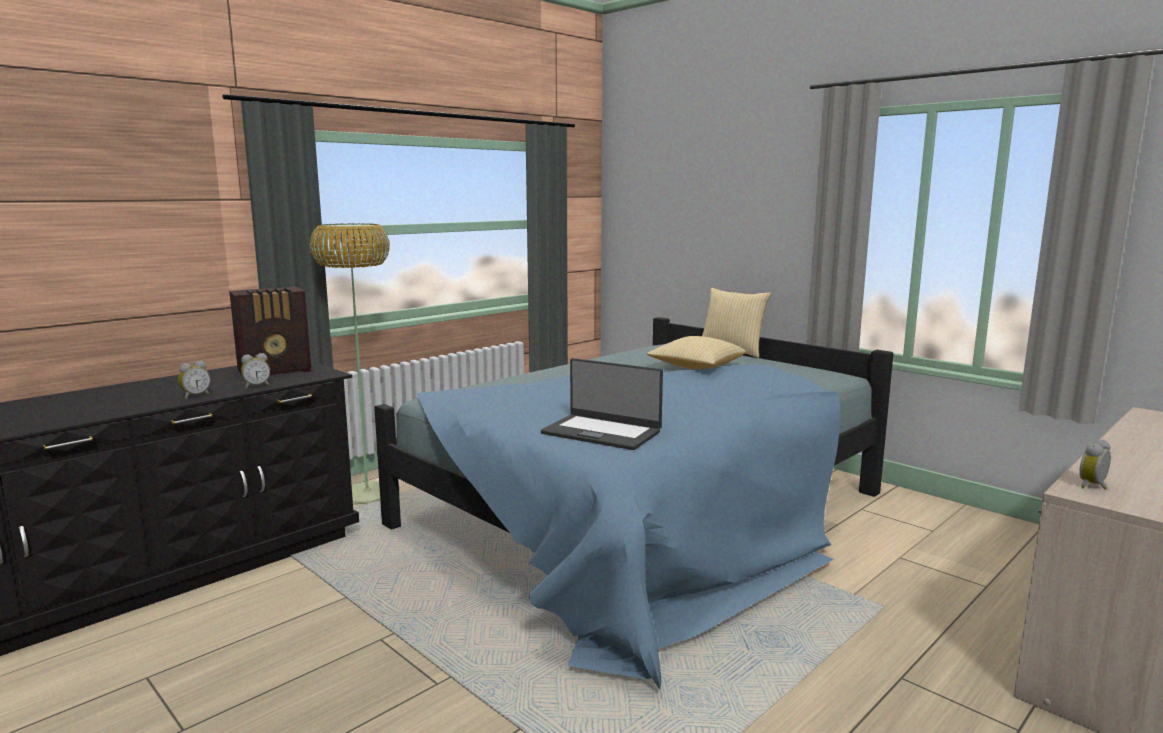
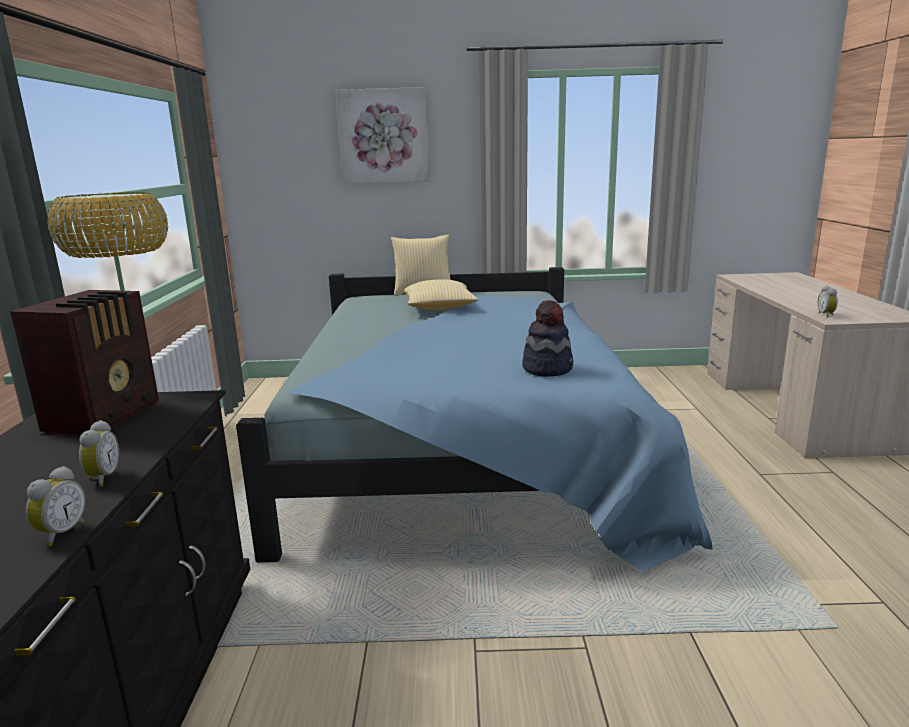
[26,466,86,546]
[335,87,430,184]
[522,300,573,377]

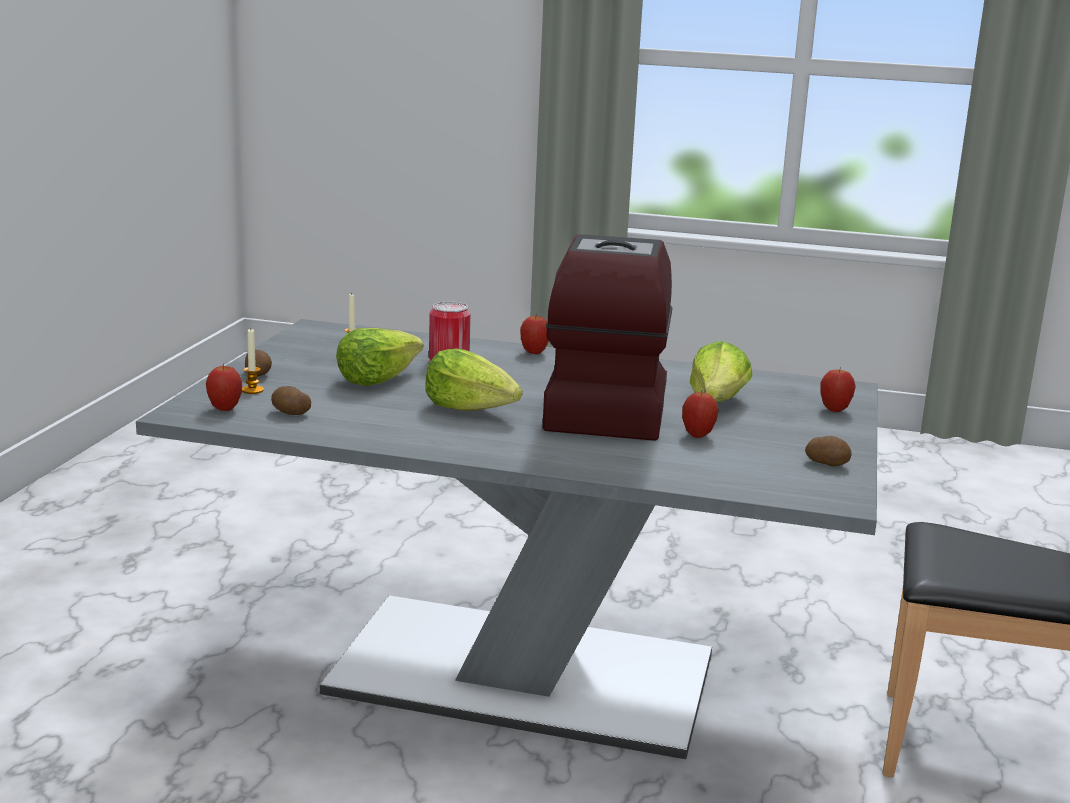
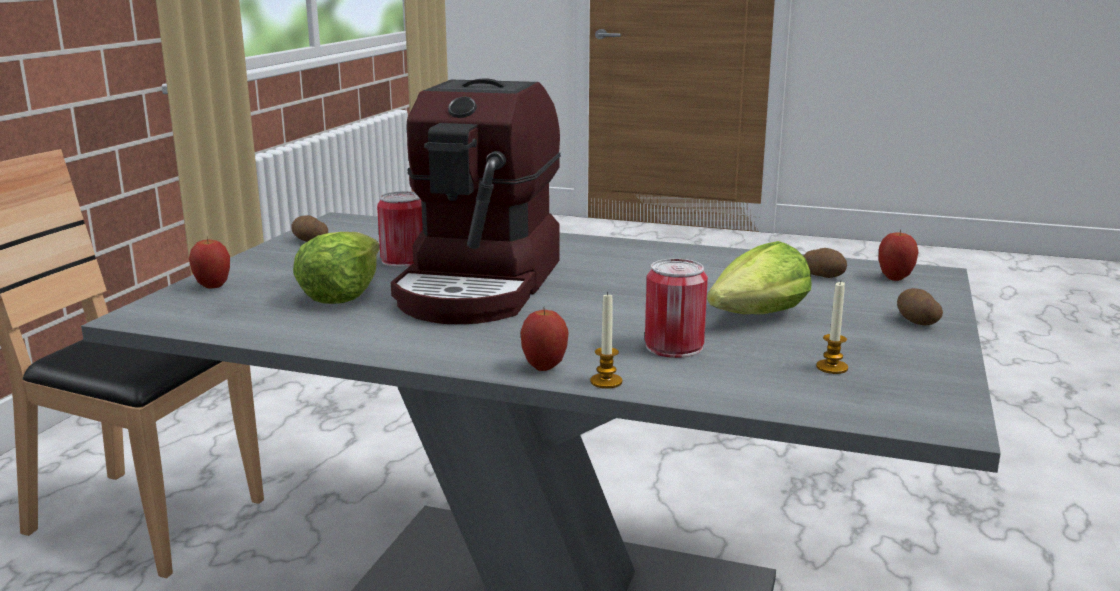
[377,191,423,267]
[590,292,622,389]
[425,348,522,411] (first image)

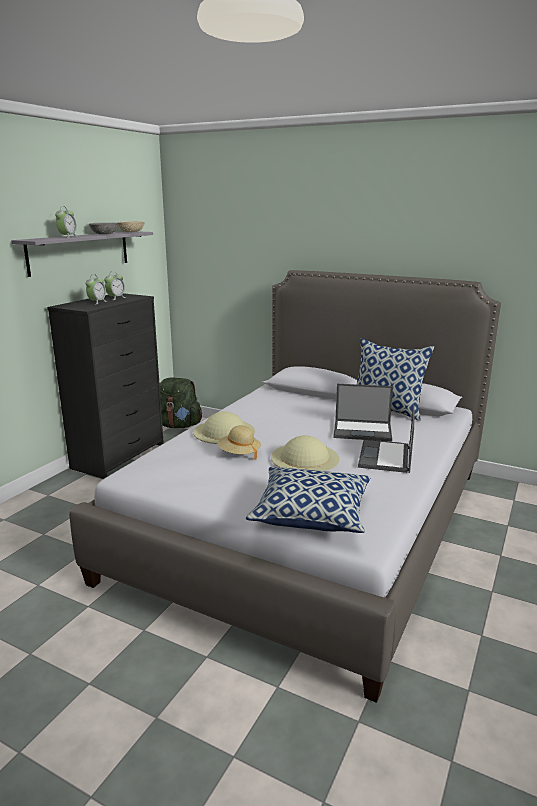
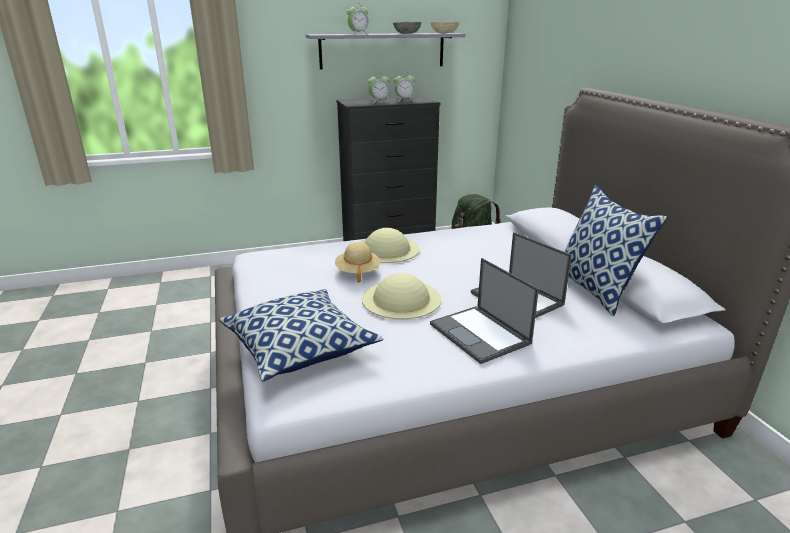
[430,258,539,364]

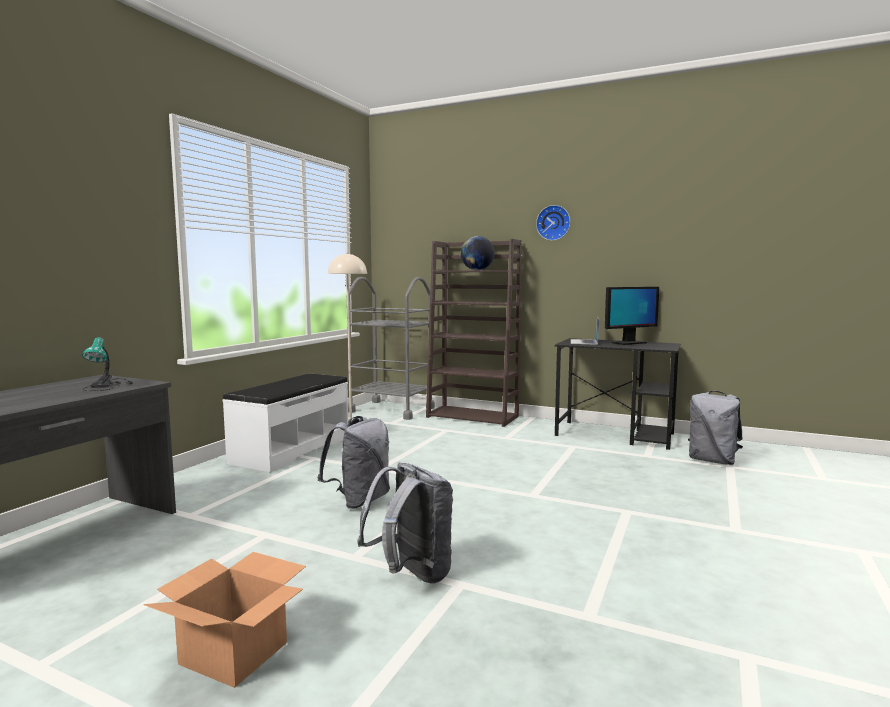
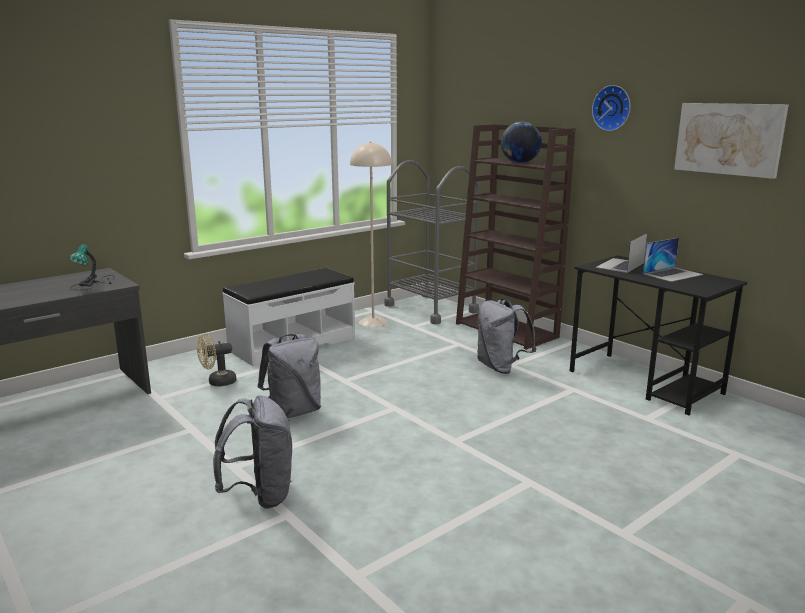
[197,334,237,386]
[477,299,536,374]
[643,238,704,282]
[674,103,789,179]
[143,552,306,688] (first image)

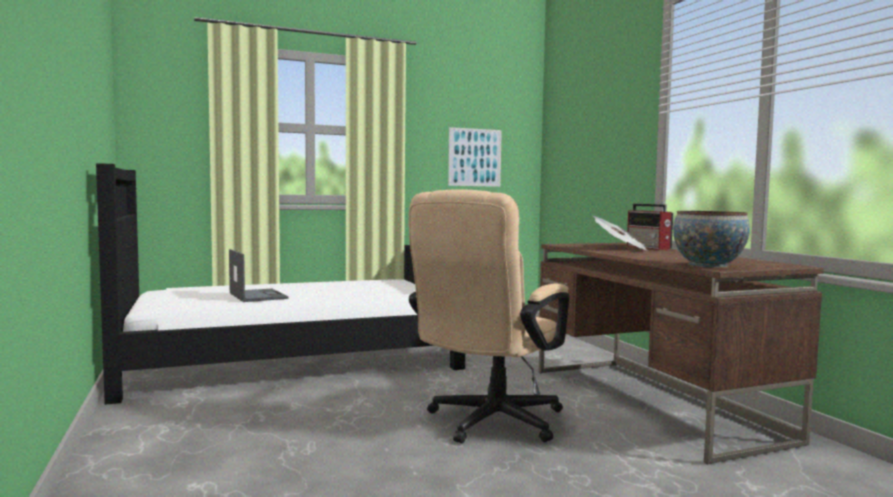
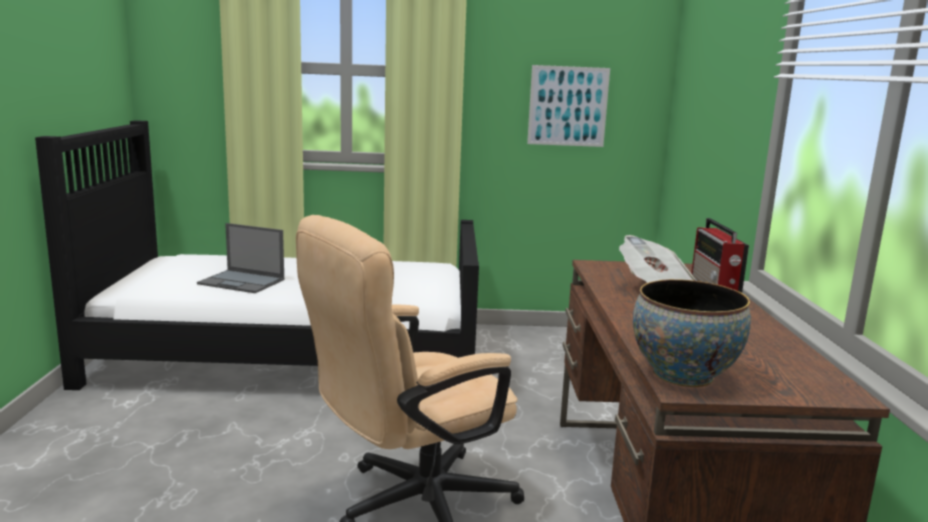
[197,223,285,293]

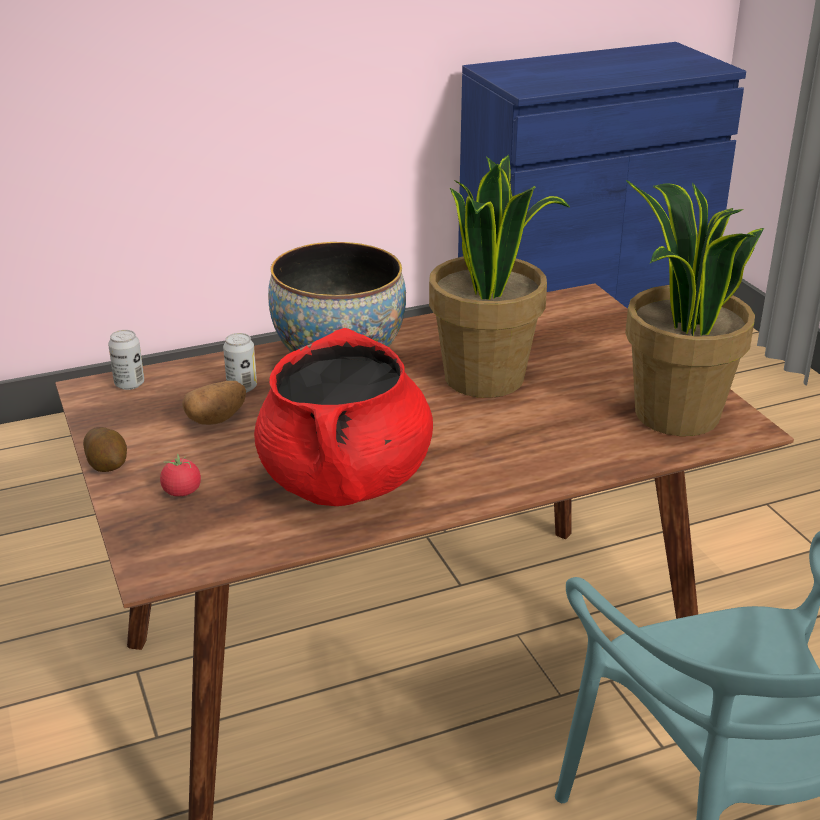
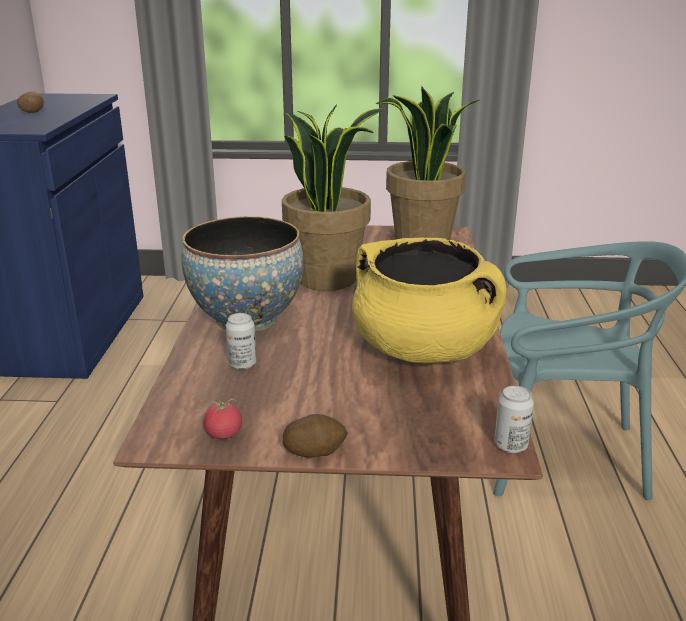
[17,91,44,113]
[204,399,242,439]
[352,238,506,363]
[494,386,534,453]

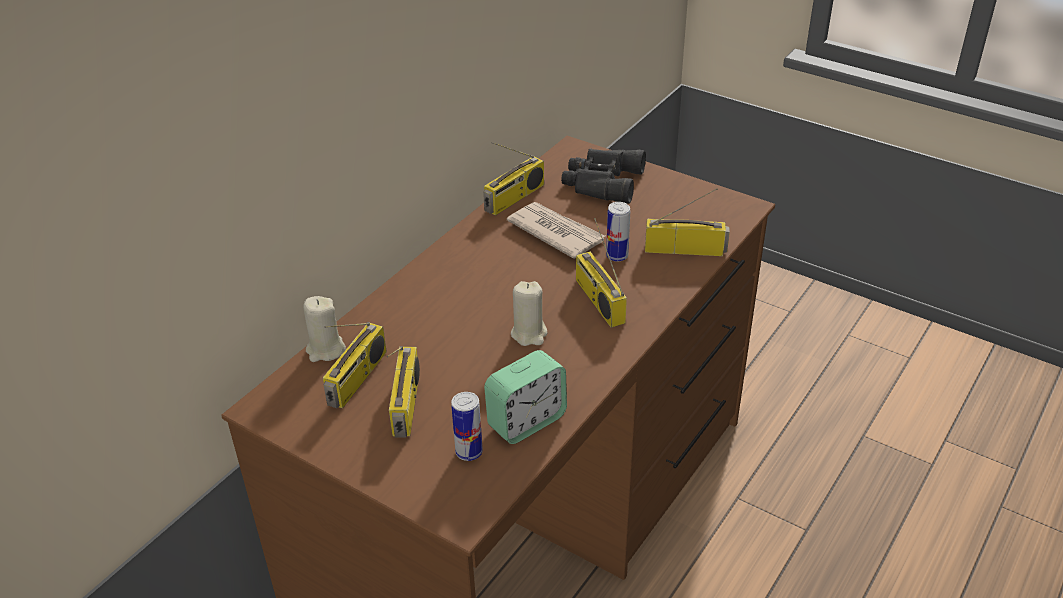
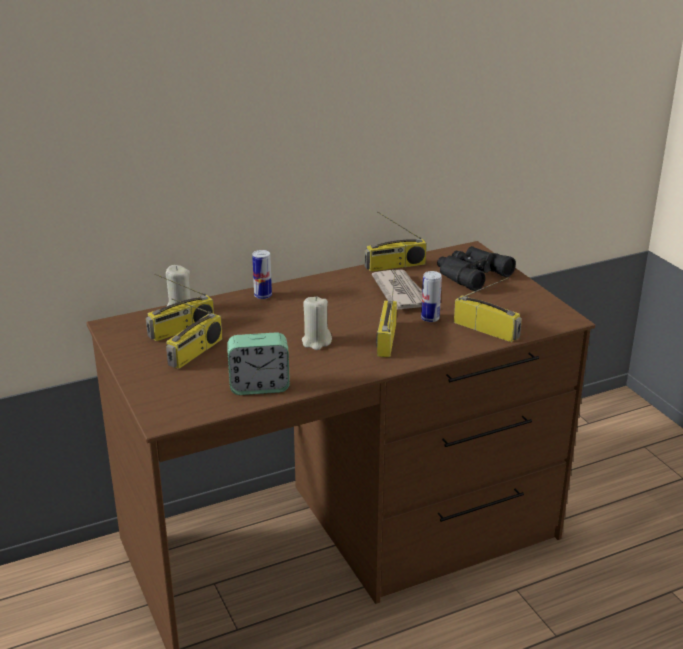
[252,250,272,299]

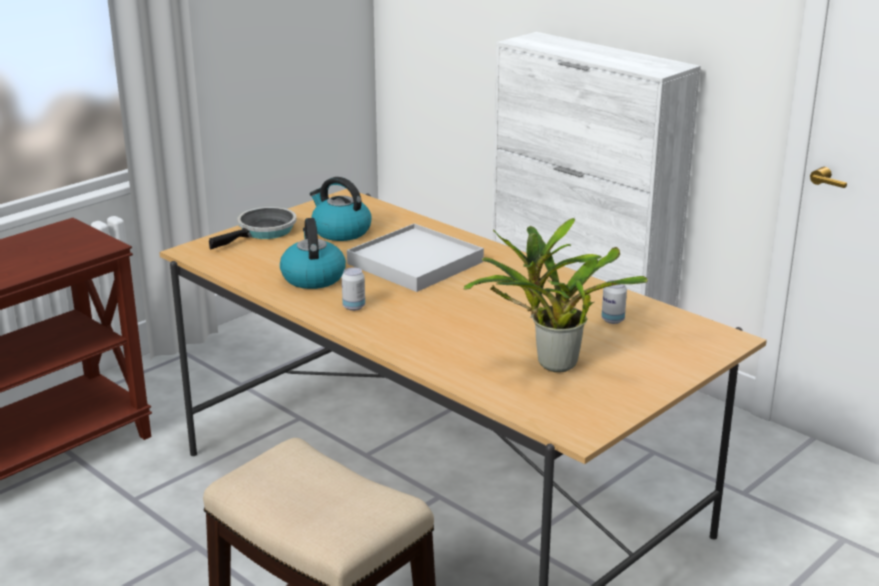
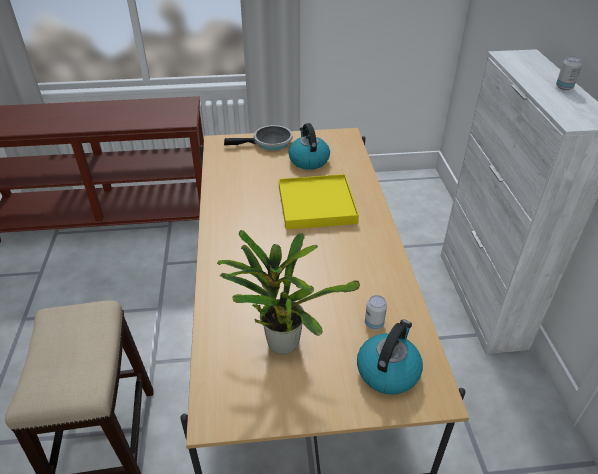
[279,174,359,230]
[357,320,423,395]
[556,56,582,90]

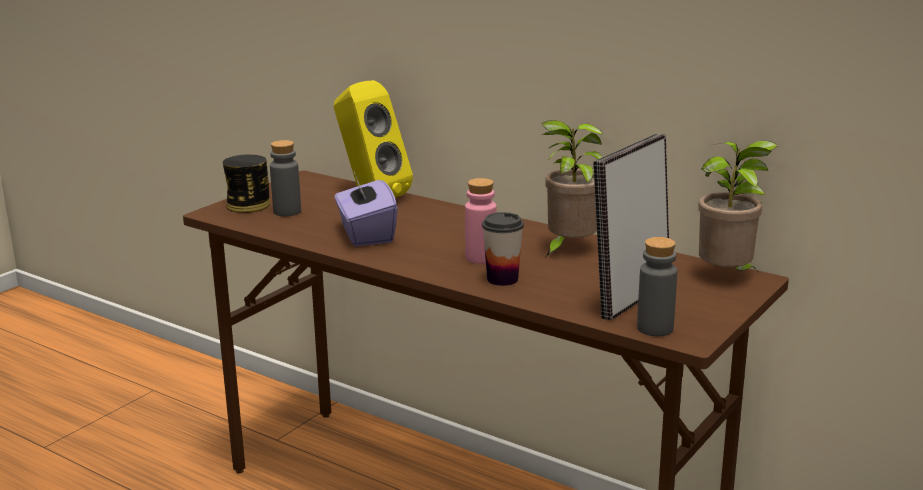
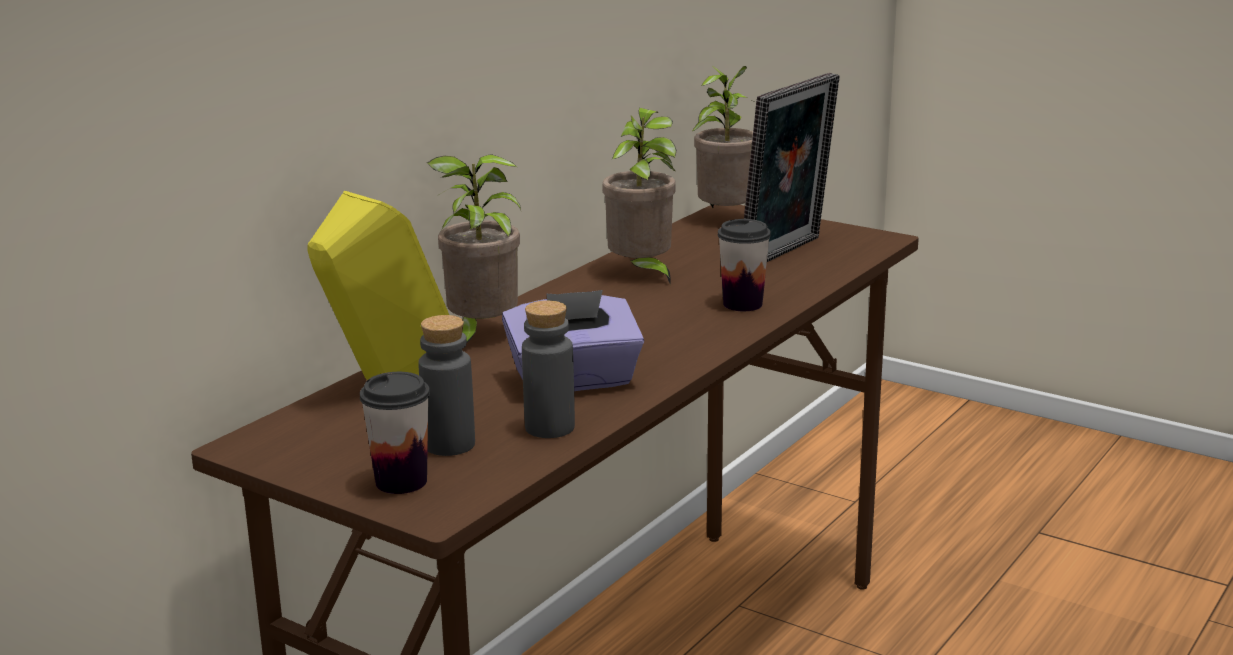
[360,372,430,494]
[427,154,521,343]
[522,300,575,438]
[744,73,840,262]
[465,178,497,264] (first image)

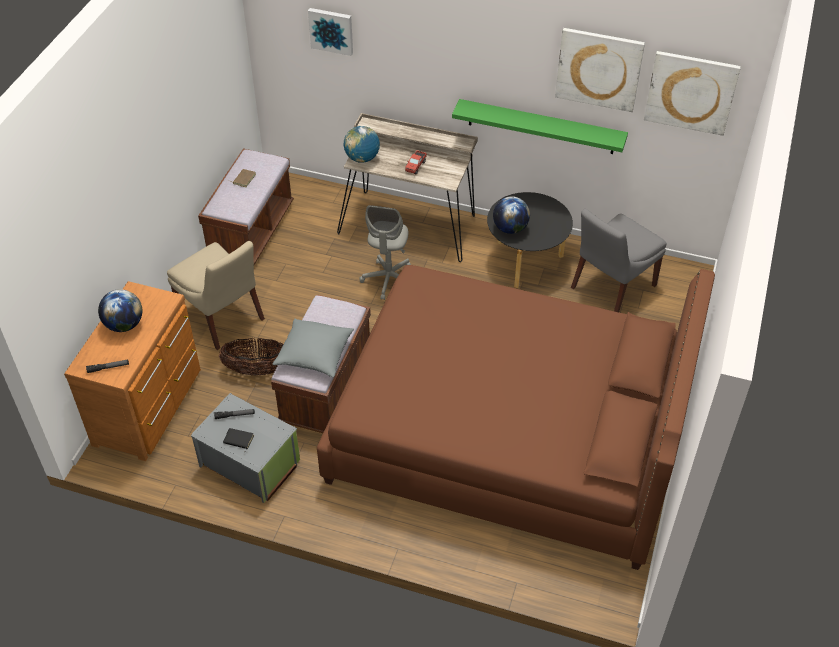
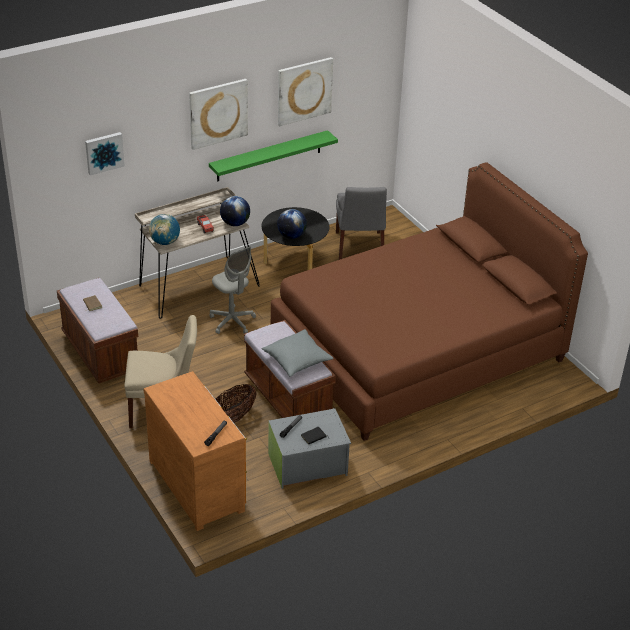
[189,79,248,150]
[220,196,250,226]

